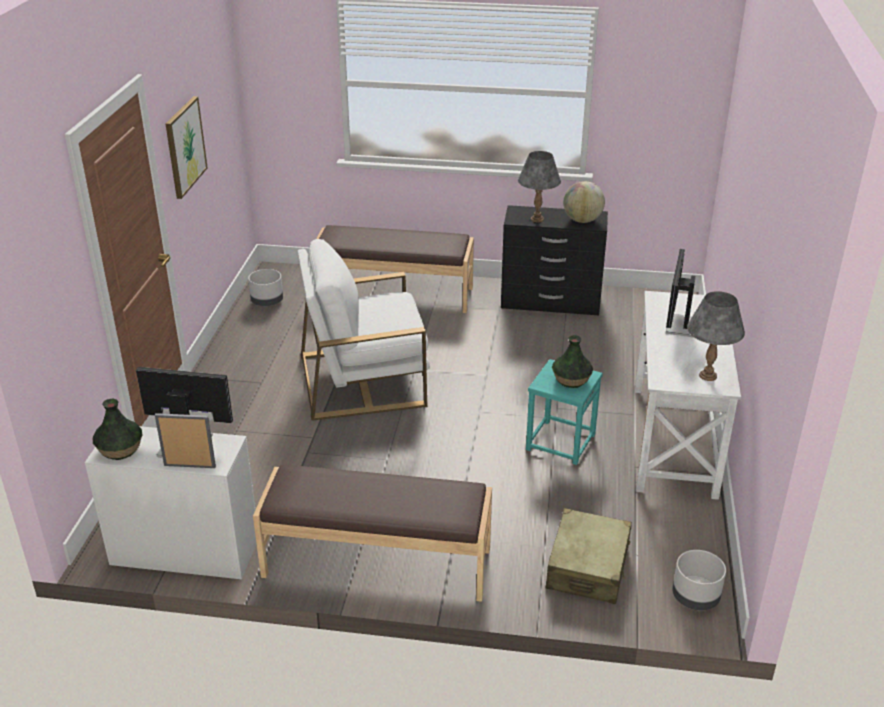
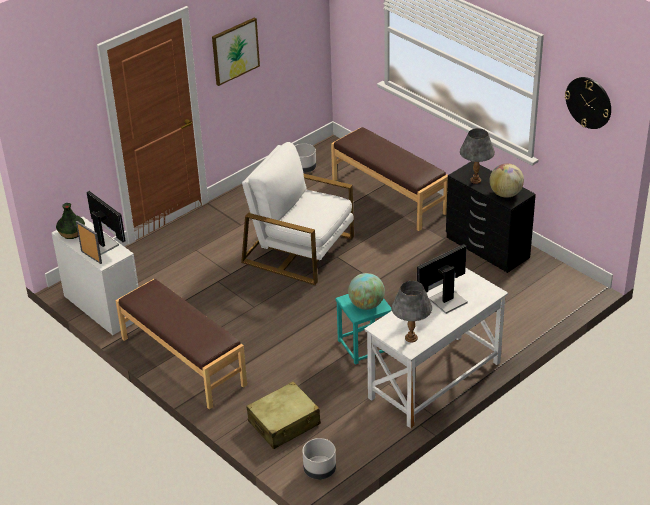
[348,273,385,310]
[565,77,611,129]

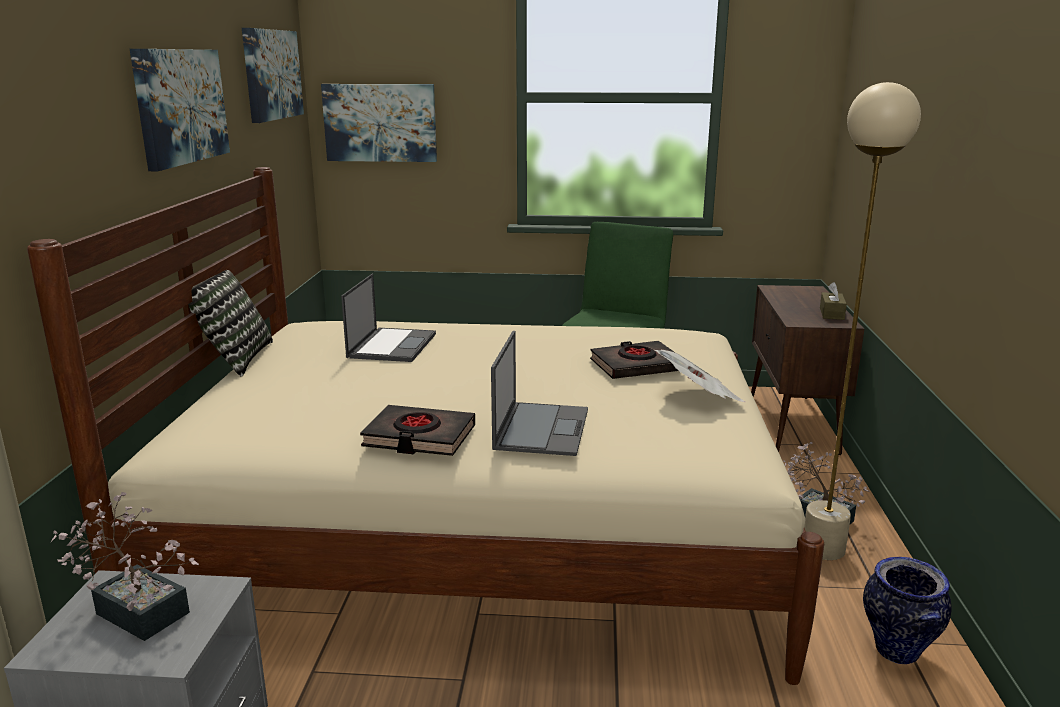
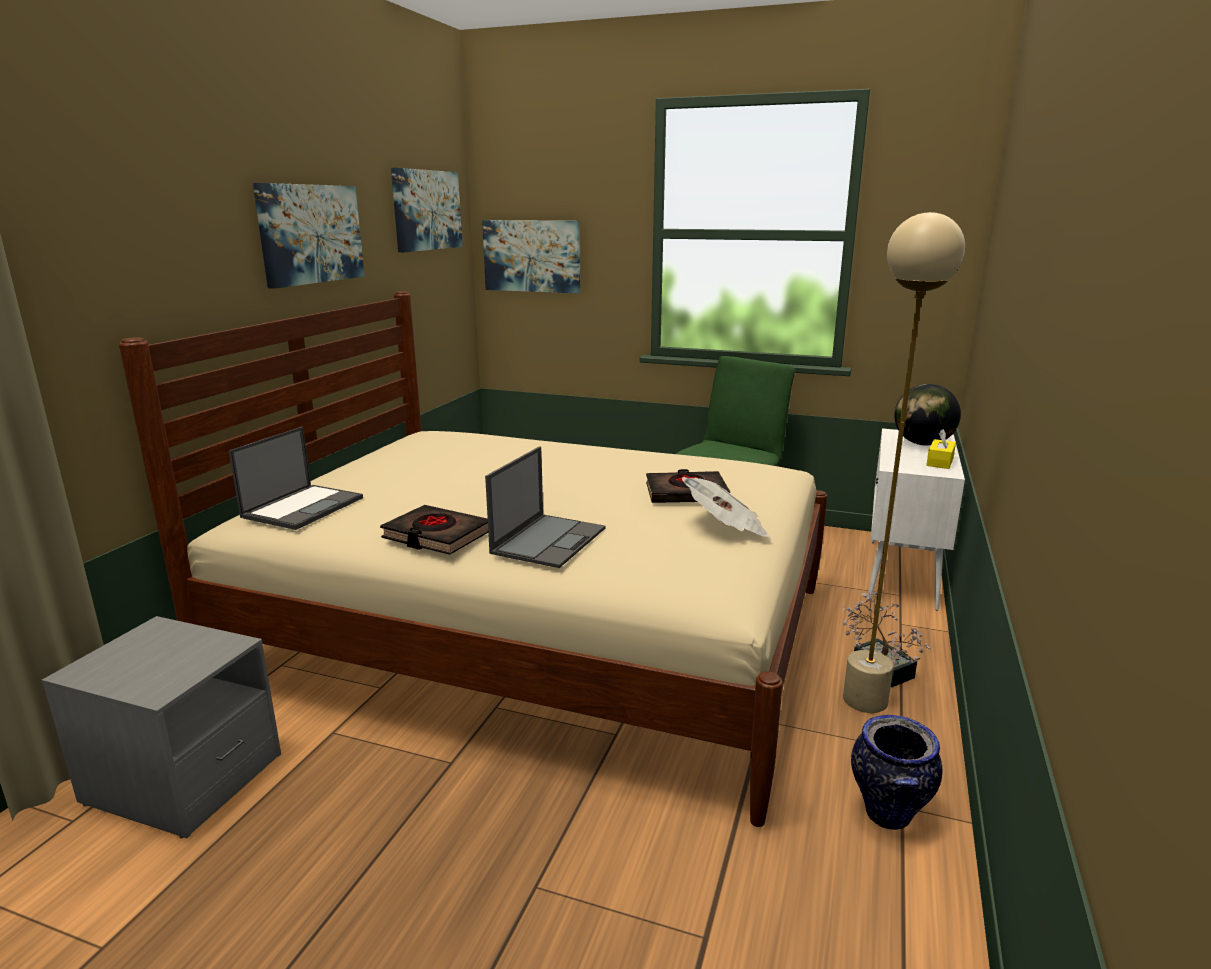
[229,427,363,530]
[867,428,965,611]
[894,384,961,446]
[926,429,956,469]
[51,492,199,641] (first image)
[188,270,273,377] (first image)

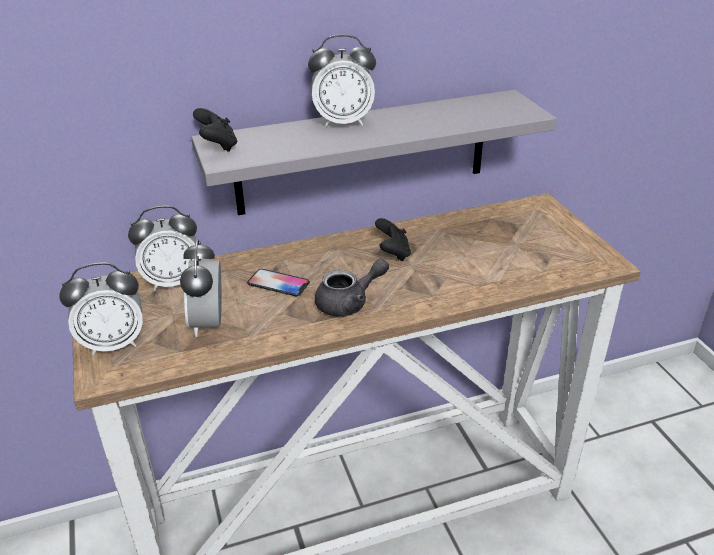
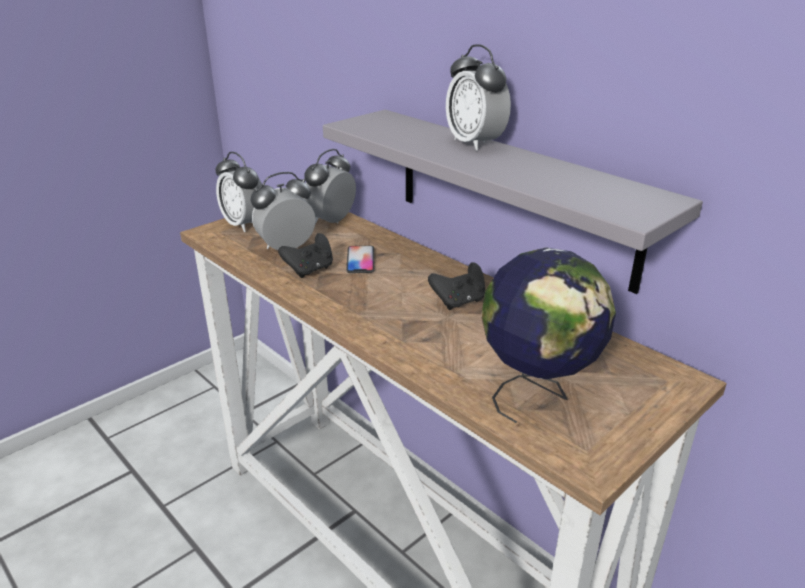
[278,233,333,278]
[303,149,356,225]
[481,247,616,423]
[315,259,389,316] (first image)

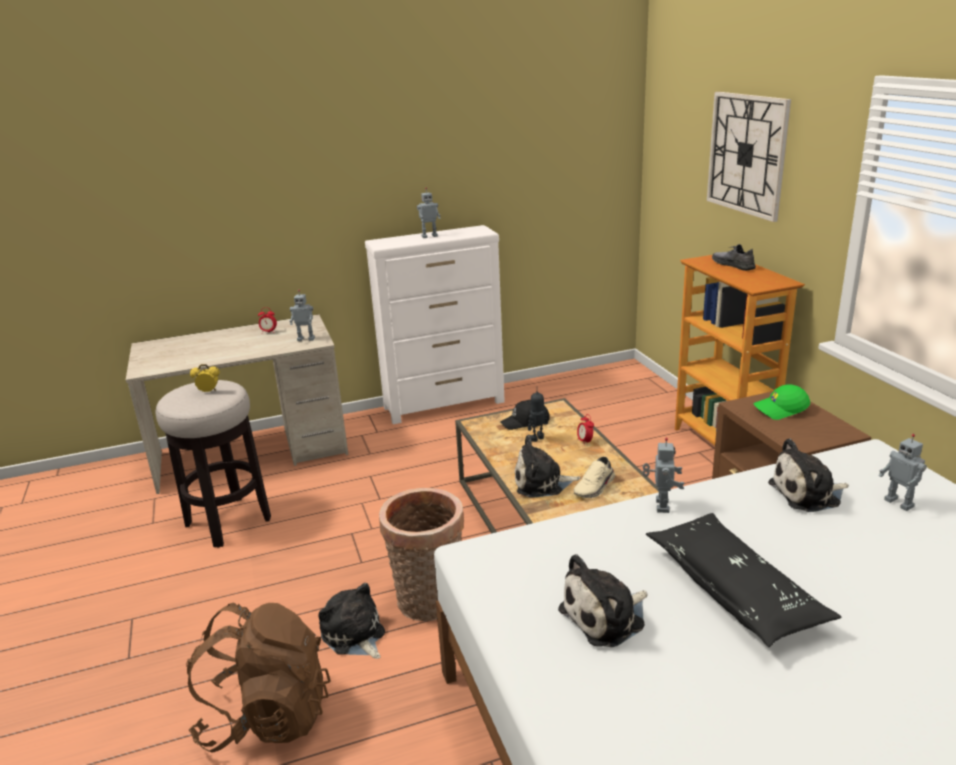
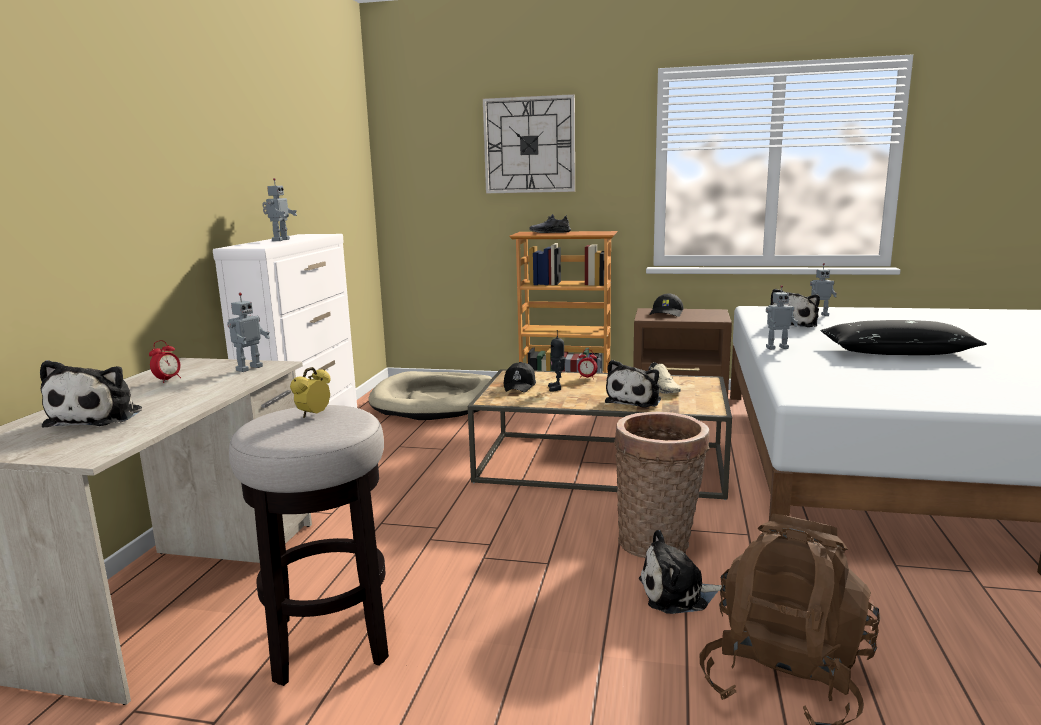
[40,360,142,428]
[369,371,492,420]
[649,294,684,317]
[766,285,798,350]

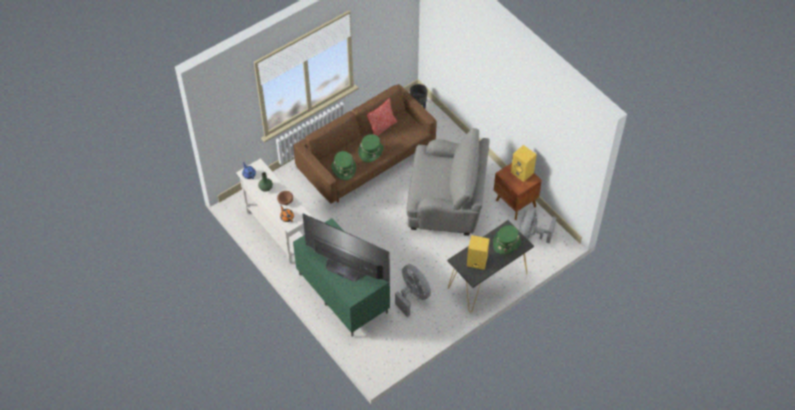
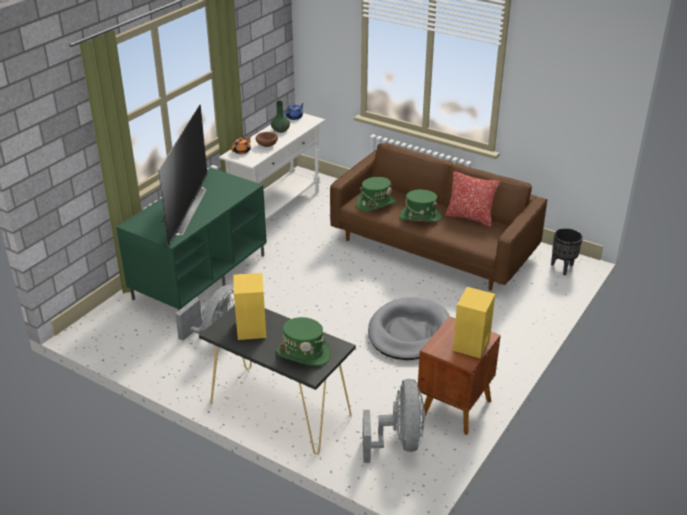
[363,379,425,463]
[368,297,449,360]

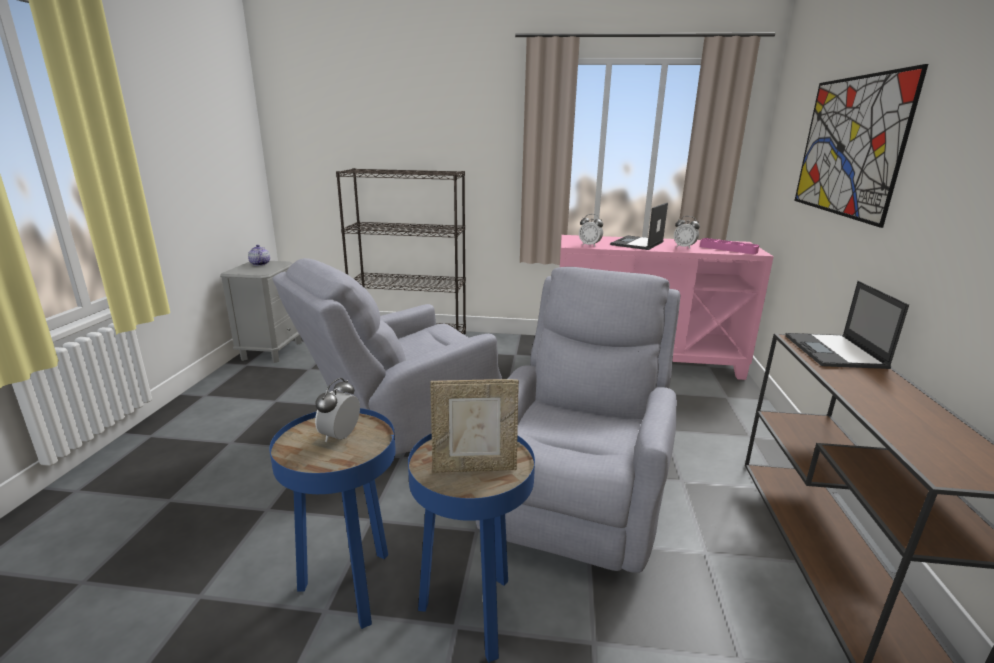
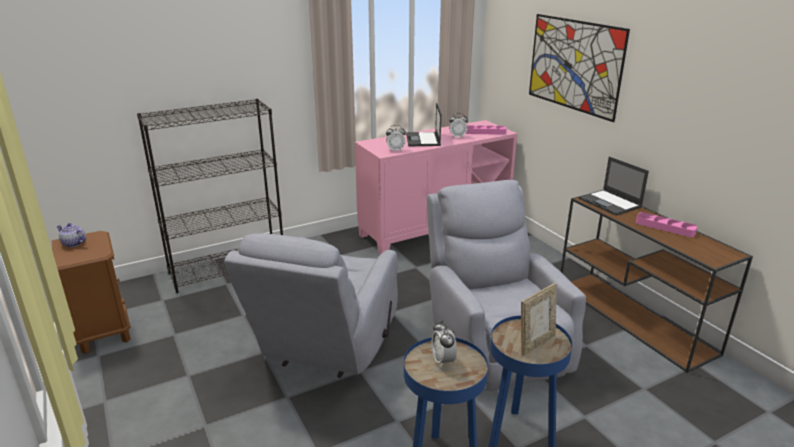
[52,231,131,354]
[636,212,698,237]

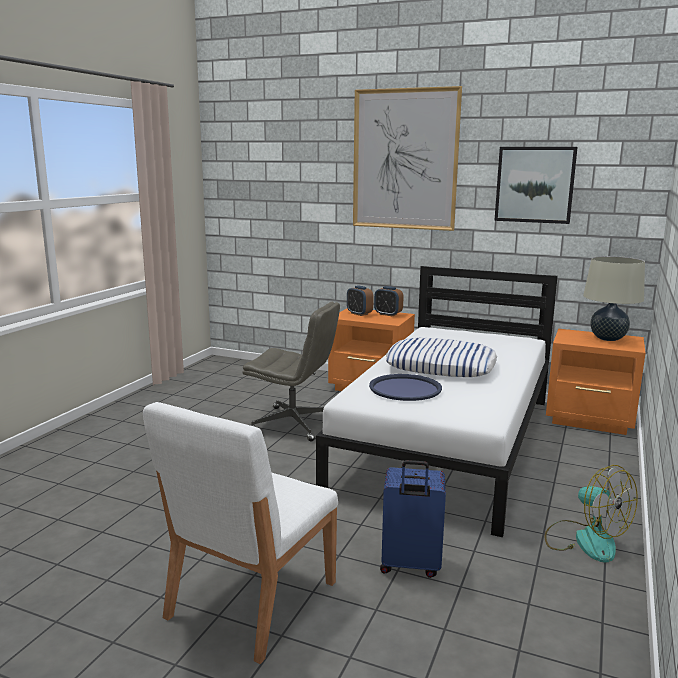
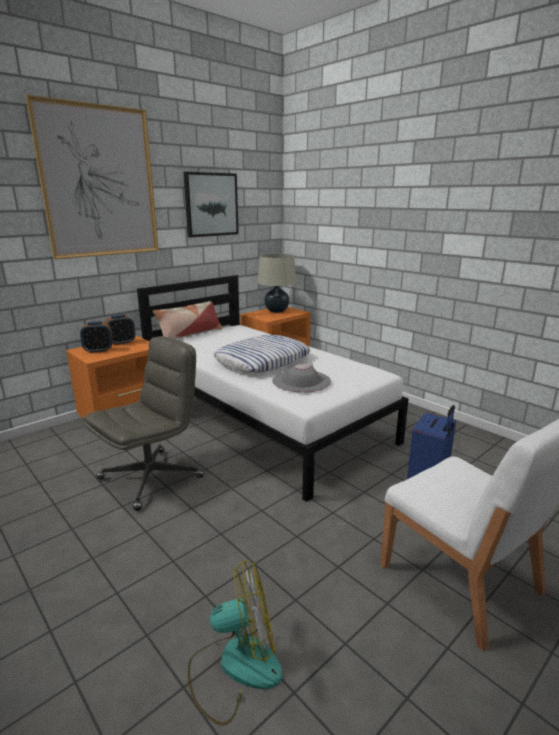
[153,301,223,339]
[187,560,282,725]
[272,363,331,393]

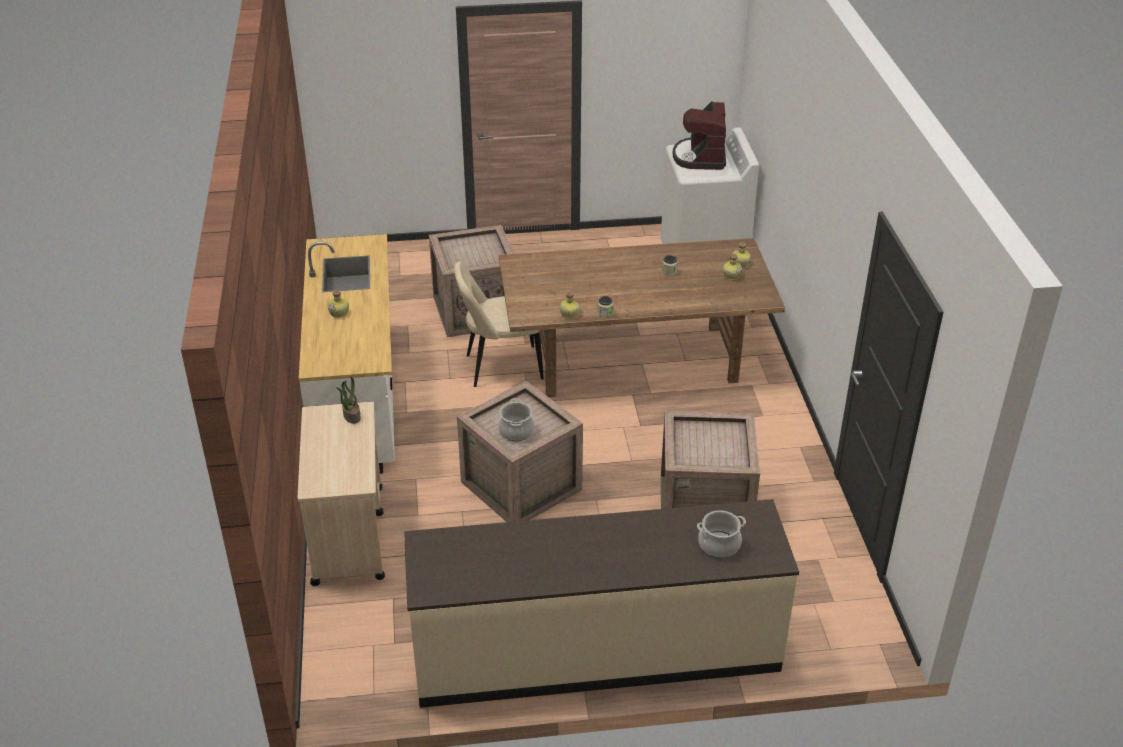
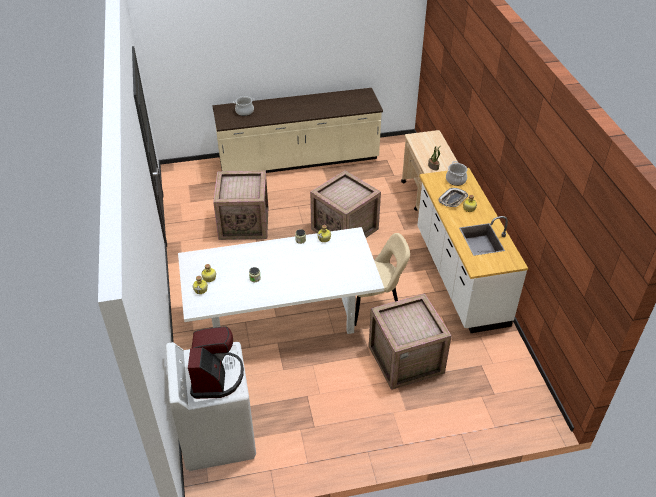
[178,227,384,334]
[438,188,468,207]
[446,161,467,186]

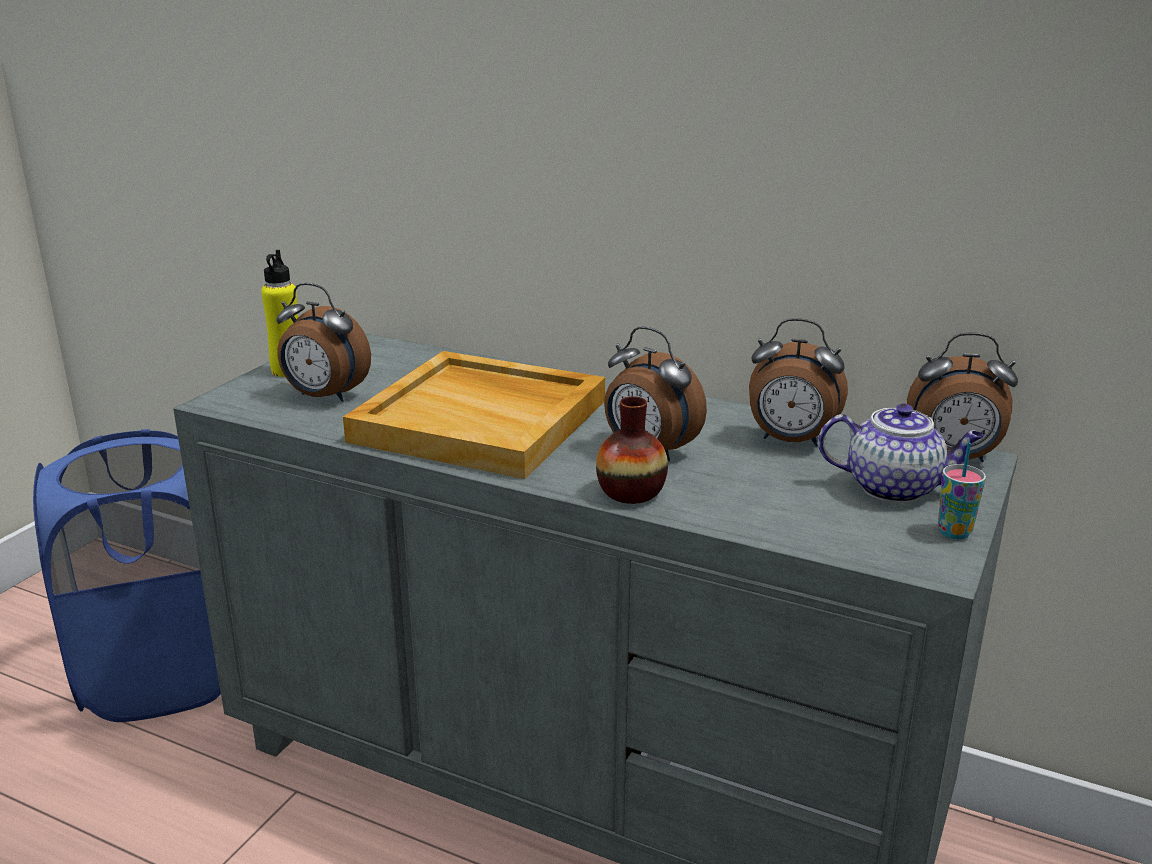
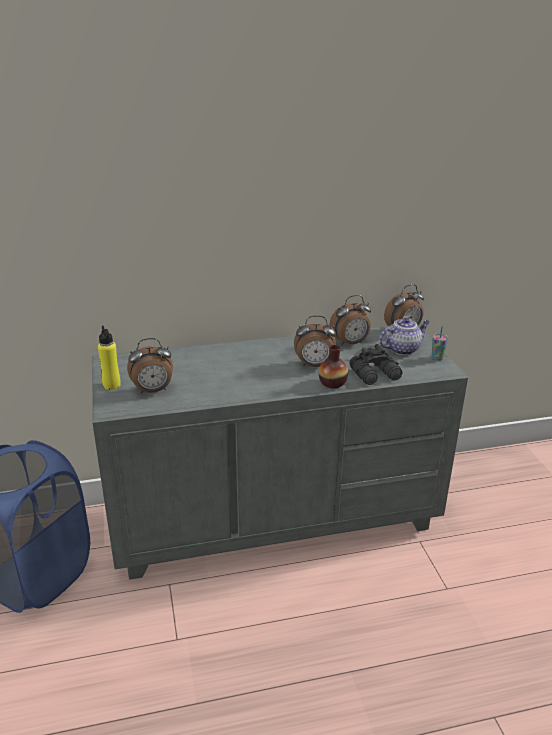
[349,344,402,385]
[343,351,605,479] (first image)

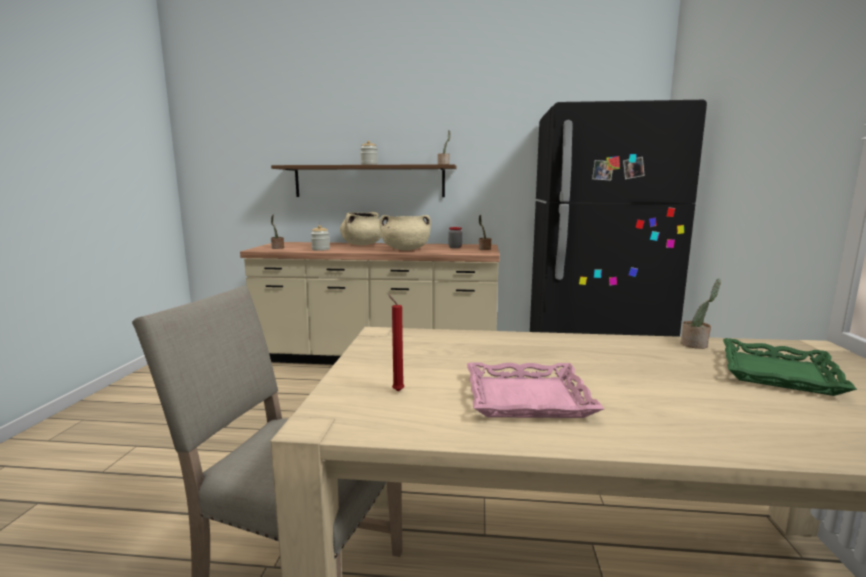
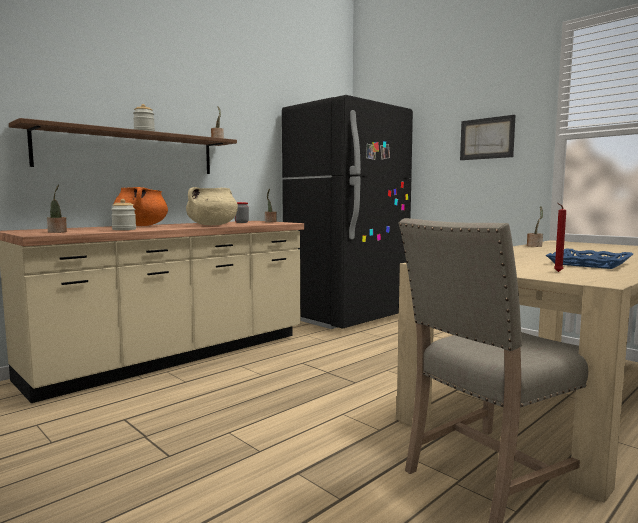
[114,187,168,226]
[460,115,515,160]
[546,248,633,269]
[723,338,857,396] (first image)

